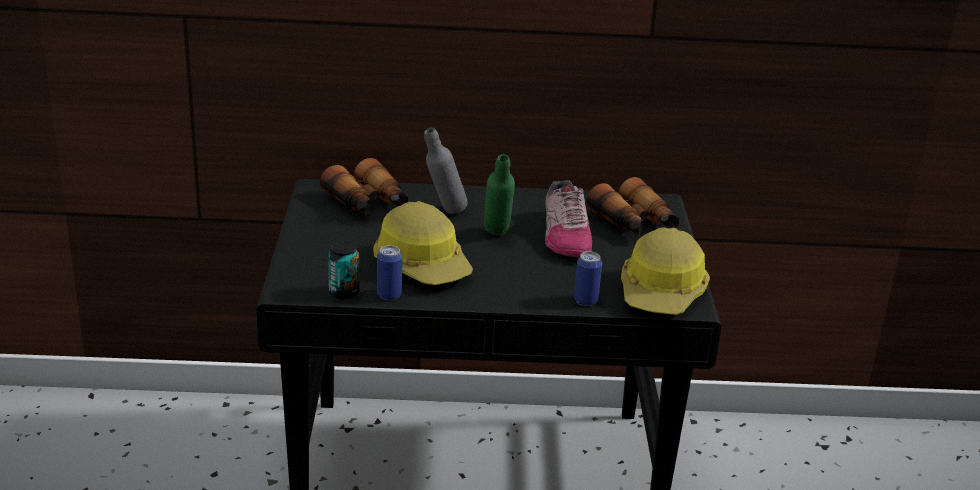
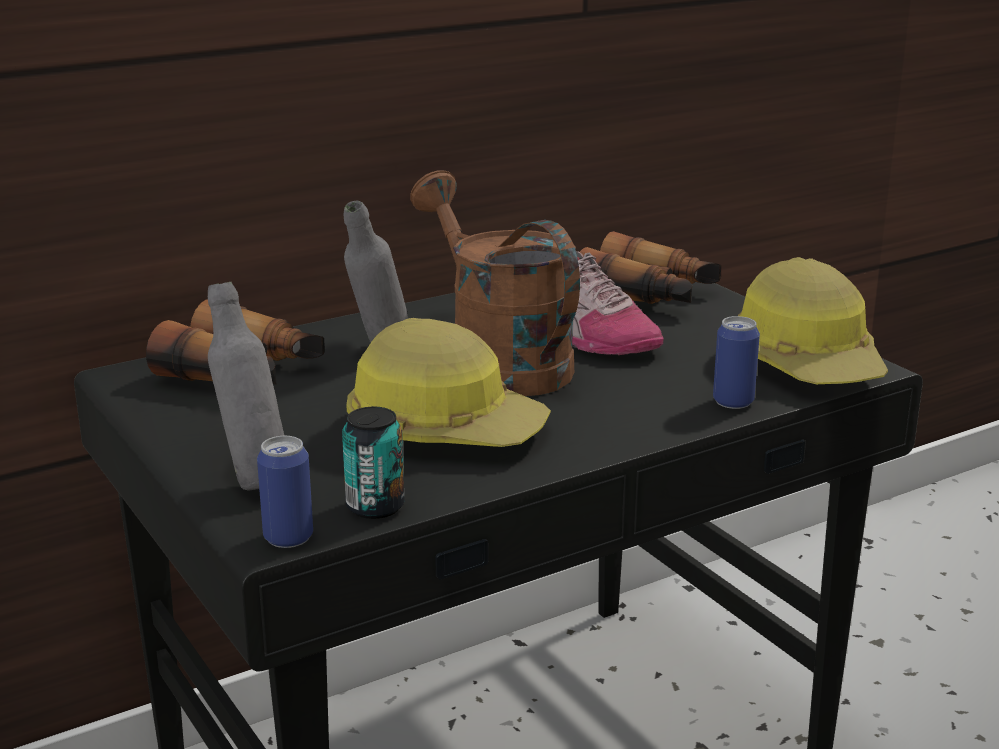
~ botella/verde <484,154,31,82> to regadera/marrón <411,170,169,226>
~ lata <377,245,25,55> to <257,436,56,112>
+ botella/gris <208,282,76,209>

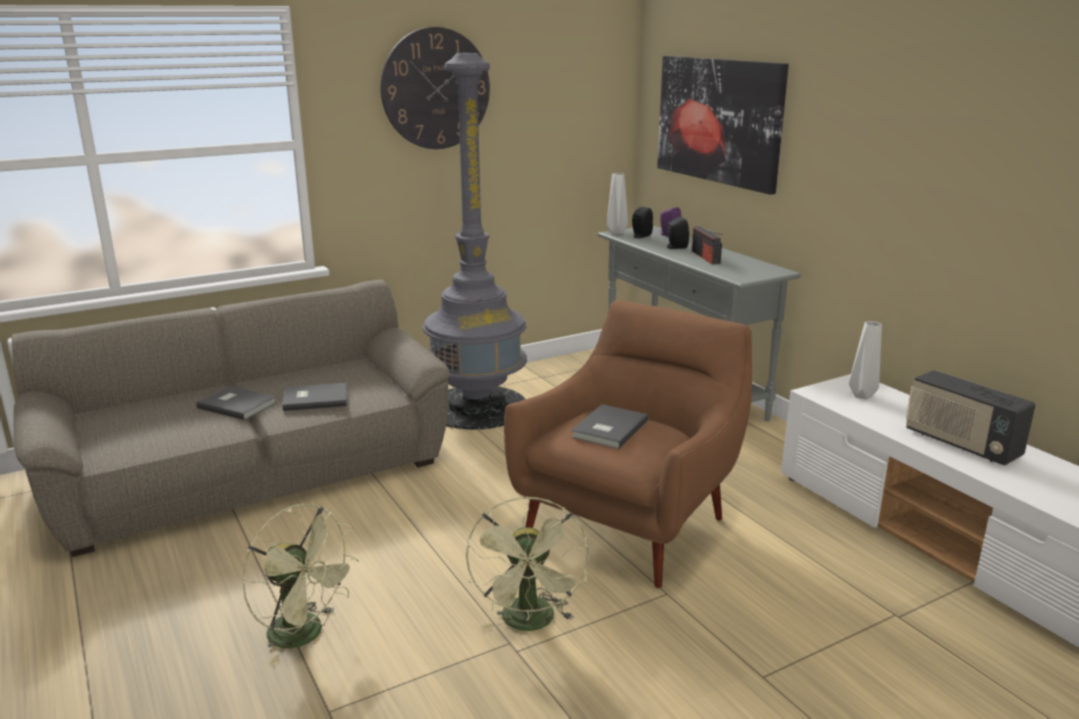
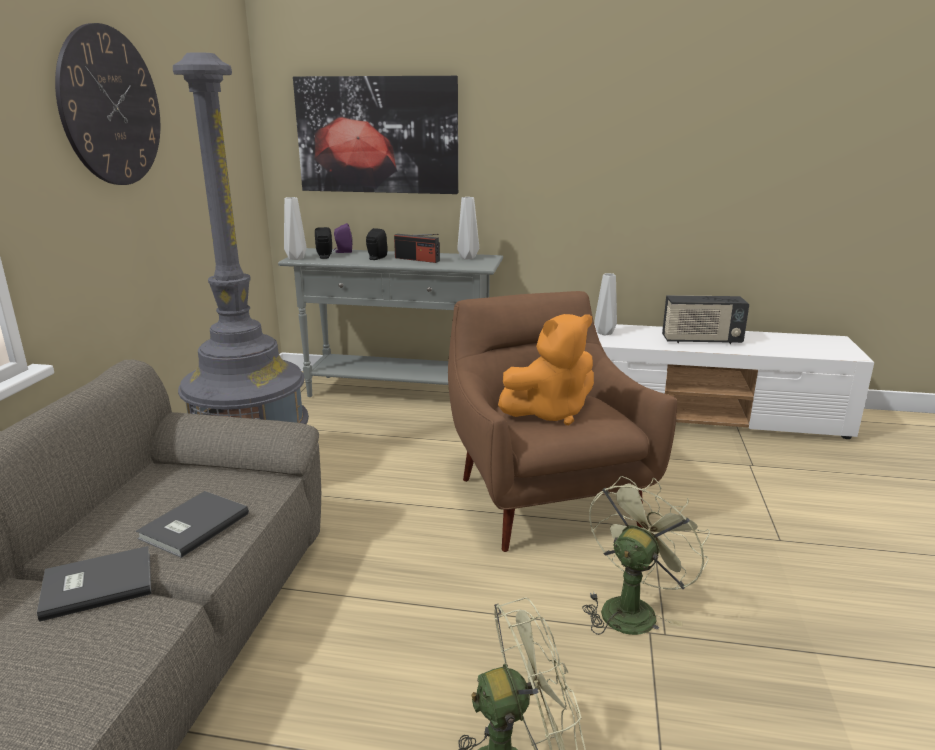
~ libro/gris <571,404,77,45> to peluche/naranja <498,314,96,111>
~ ventilador/verde <466,496,123,135> = <582,476,128,159> 90 degrees counterclockwise
+ florero/gris <457,197,22,62>

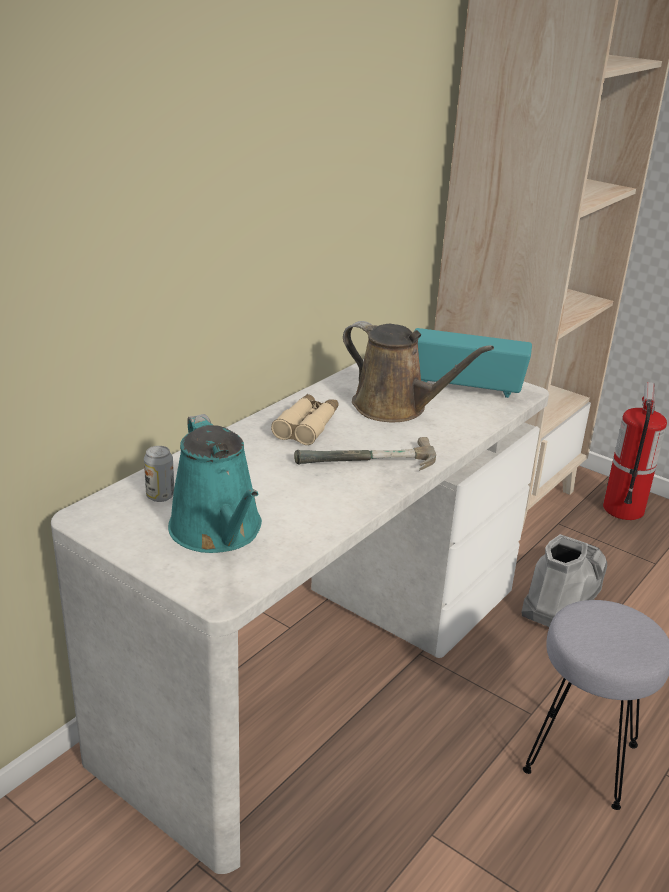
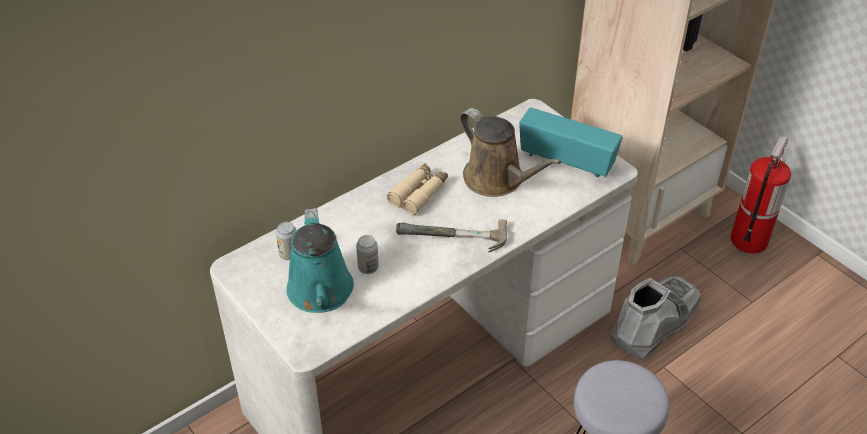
+ lata <356,235,23,39>

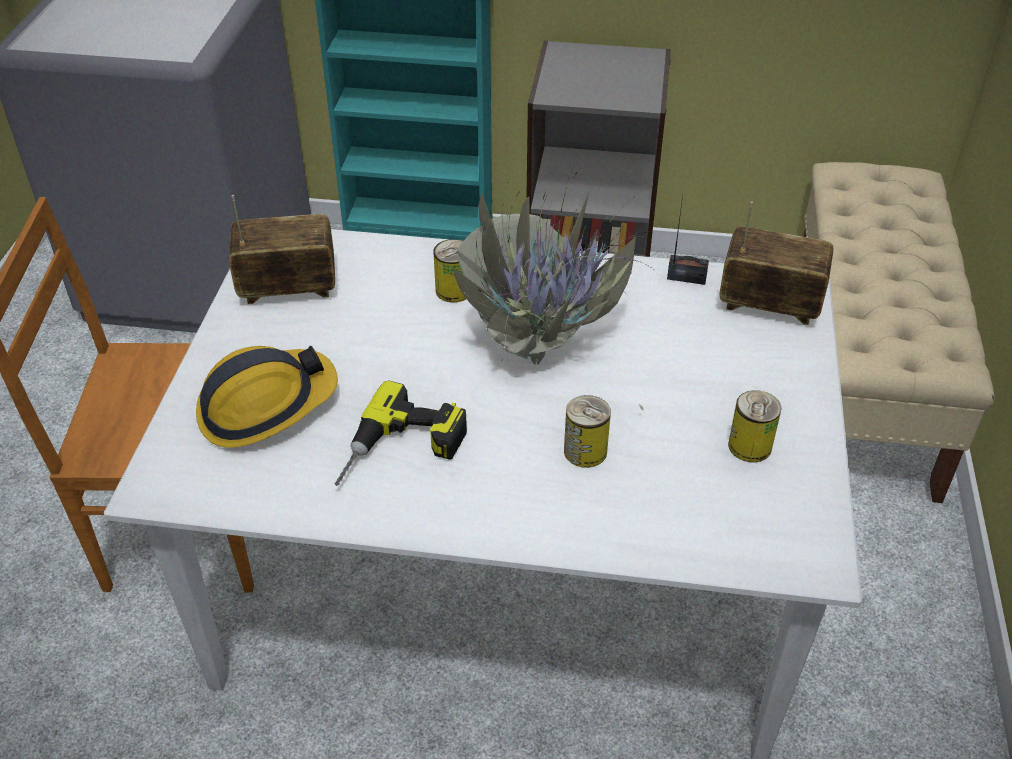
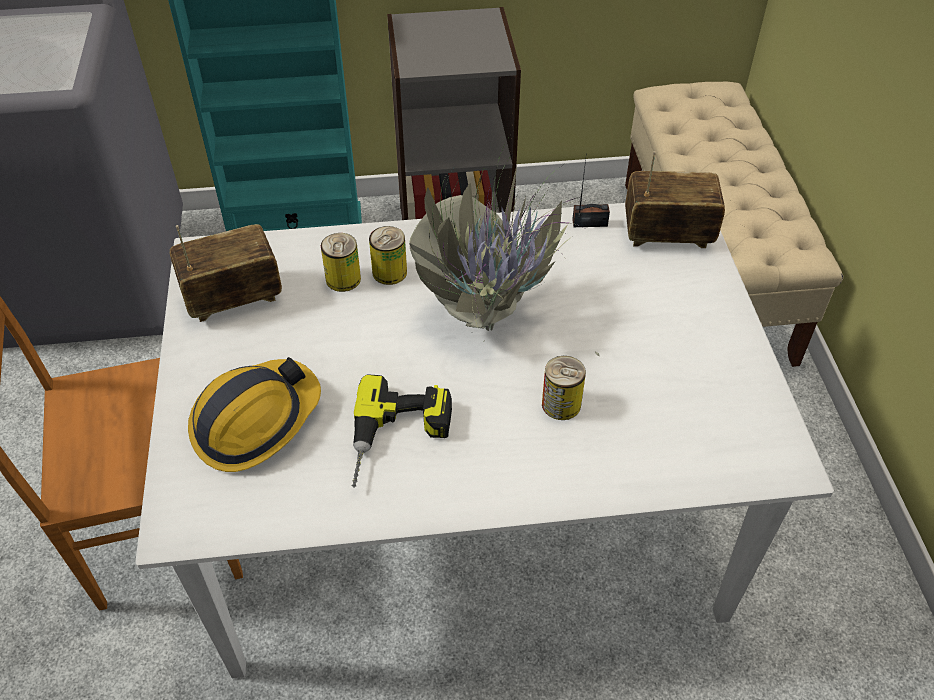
~ lata <728,390,53,72> to <321,233,40,59>

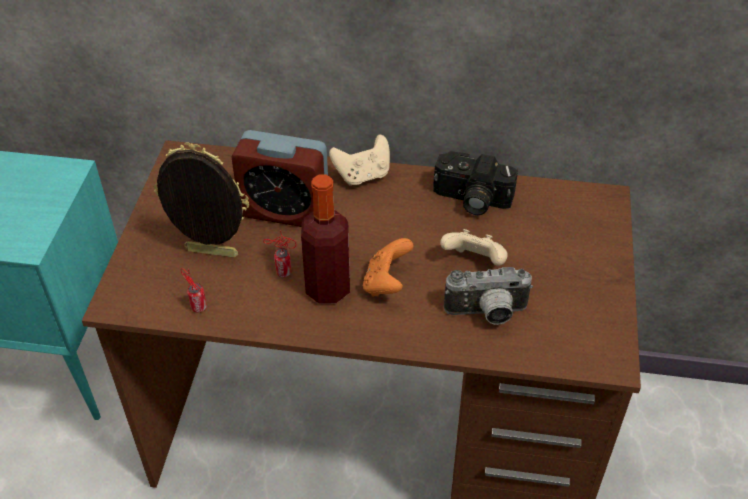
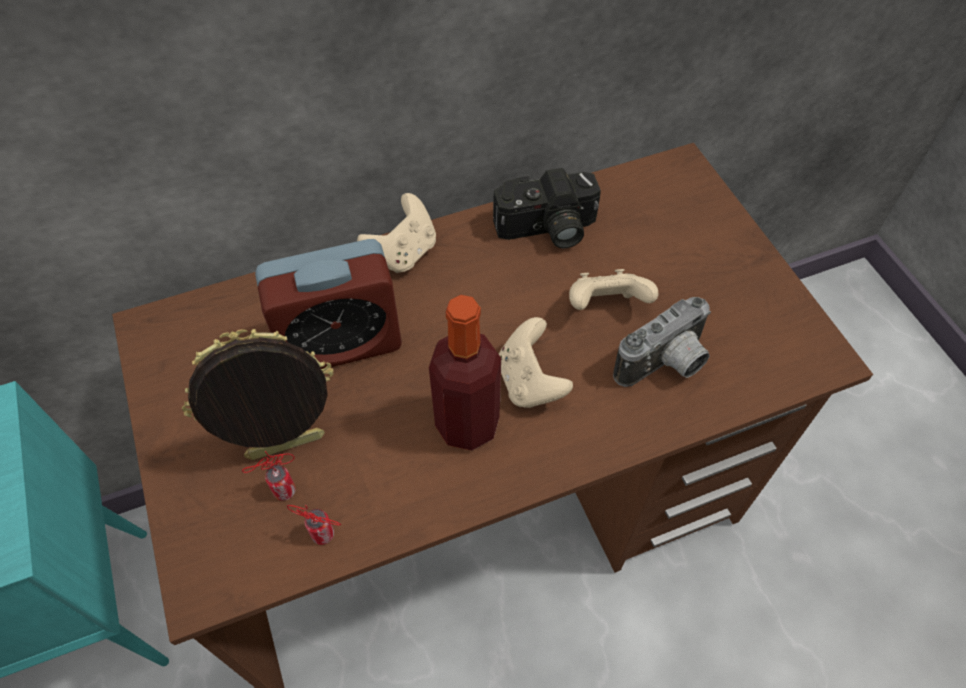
~ lata <263,230,33,47> to <242,451,54,50>
~ mando de consola/naranja <363,238,50,59> to mando de consola/beis <499,317,74,91>

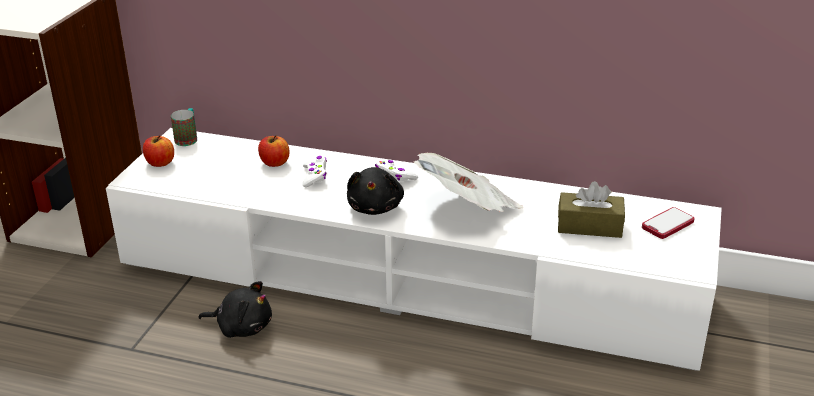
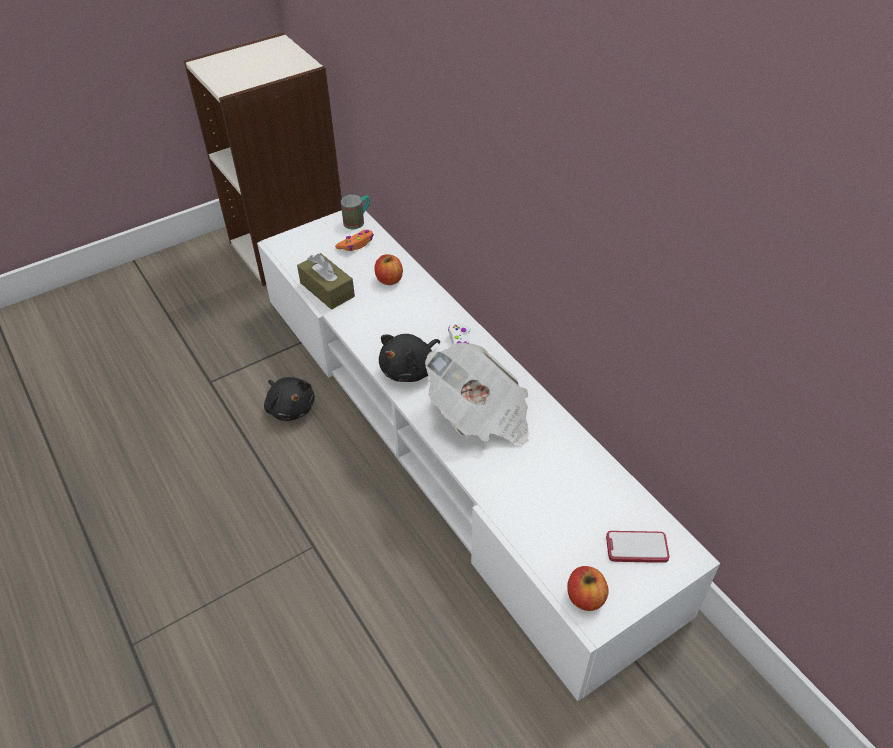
~ manzana <143,135,31,32> to <567,566,42,45>
- mando de consola/blanco <302,156,25,31>
~ caja de pañuelos/marrón <558,181,67,57> to <297,253,58,57>
+ mando de consola/naranja <335,229,39,22>

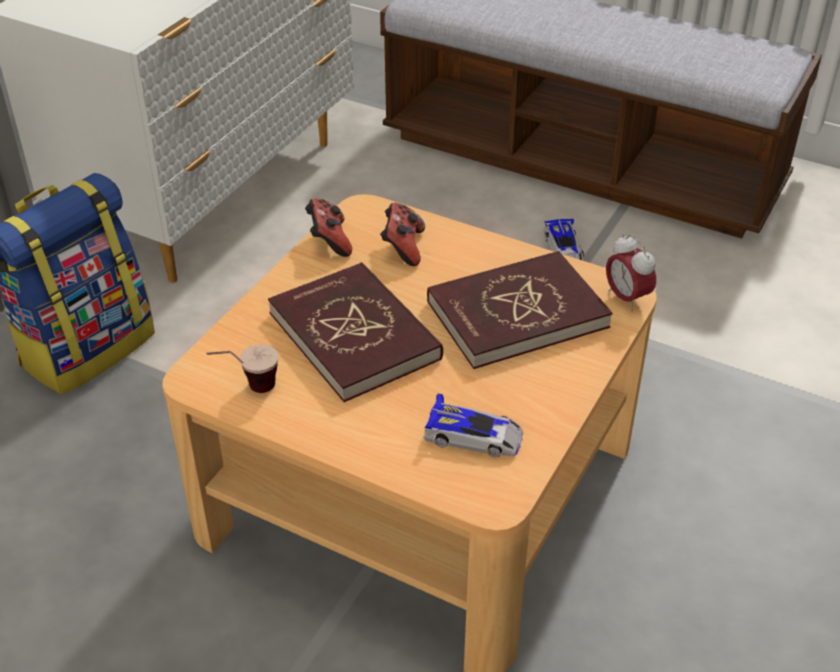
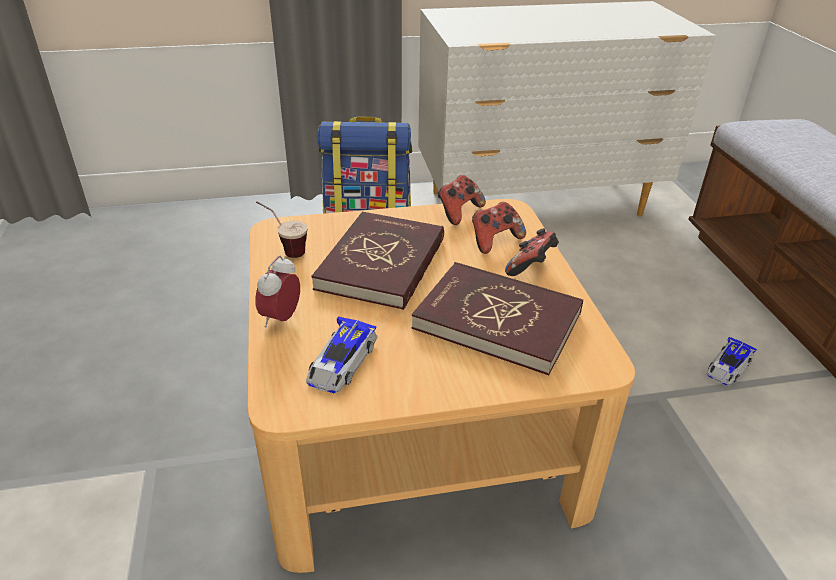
~ despertador <606,234,50,77> to <255,256,45,72>
~ coche de juguete <423,394,100,63> = <306,316,72,77> 45 degrees clockwise
+ mando de consola <505,228,54,48>

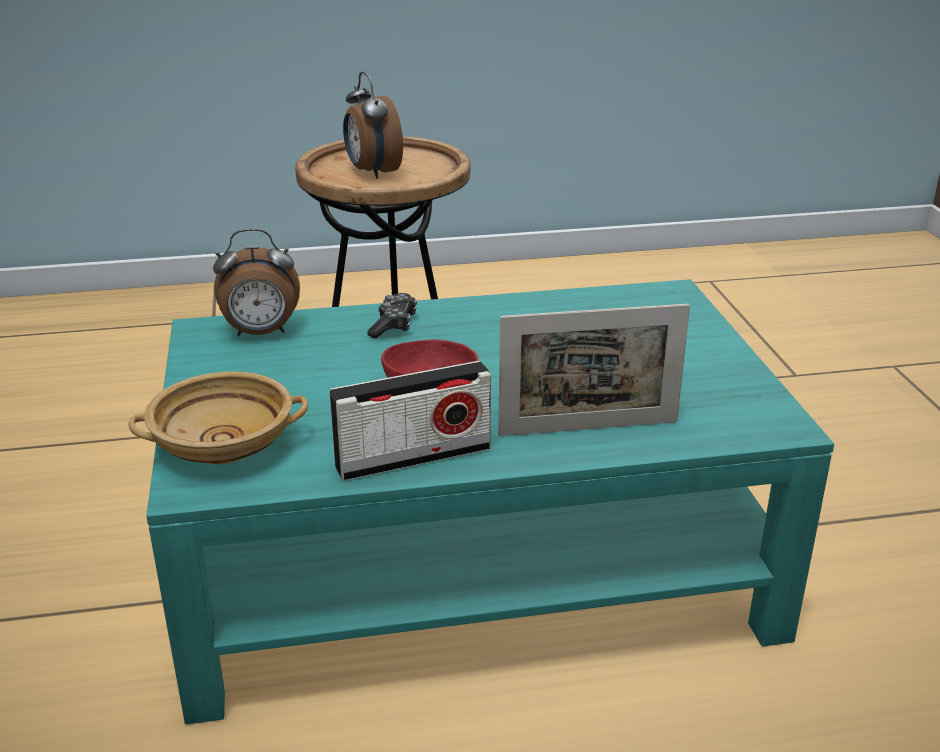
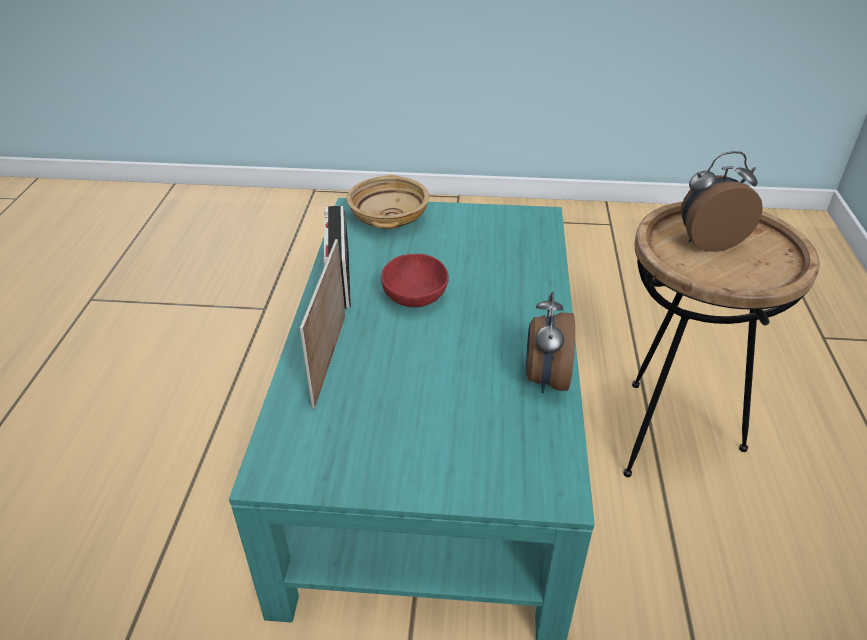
~ despertador <213,228,87,108> to <526,292,49,101>
- mando de consola <367,293,50,45>

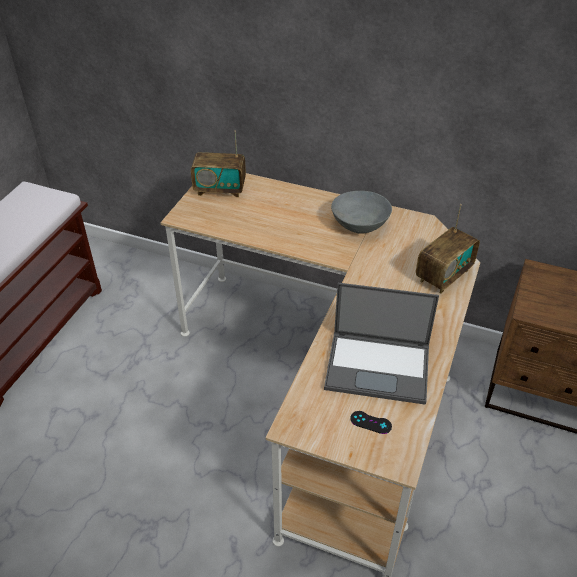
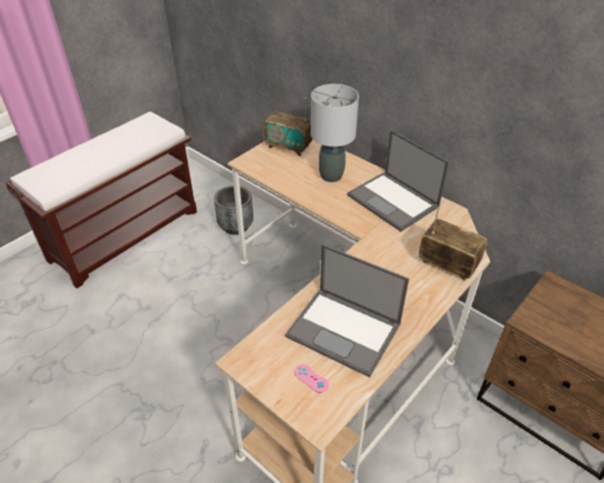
~ cuenco/gris <331,191,61,43> to portátil <347,130,102,102>
~ radio <416,204,64,90> = <418,207,69,74> 120 degrees counterclockwise
~ mando de consola/negro <350,411,42,23> to mando de consola/rosa <294,364,35,29>
+ lámpara de mesa/gris <311,84,48,98>
+ maceta/gris <214,186,39,49>

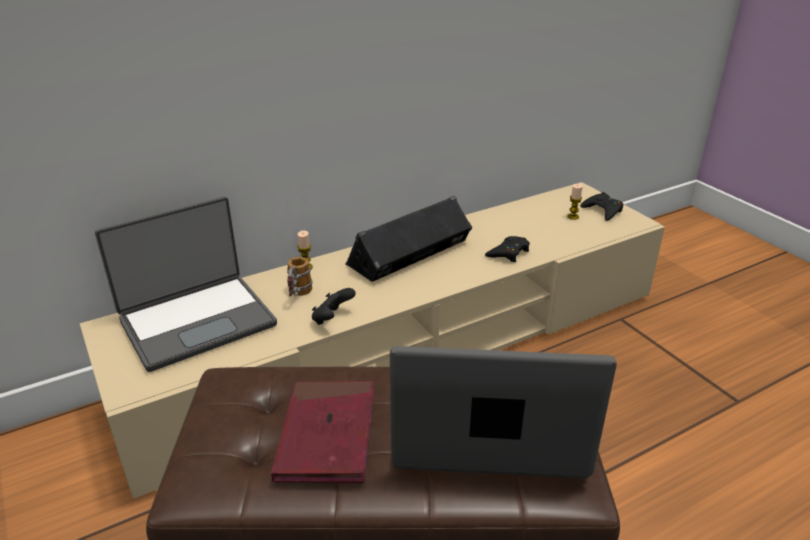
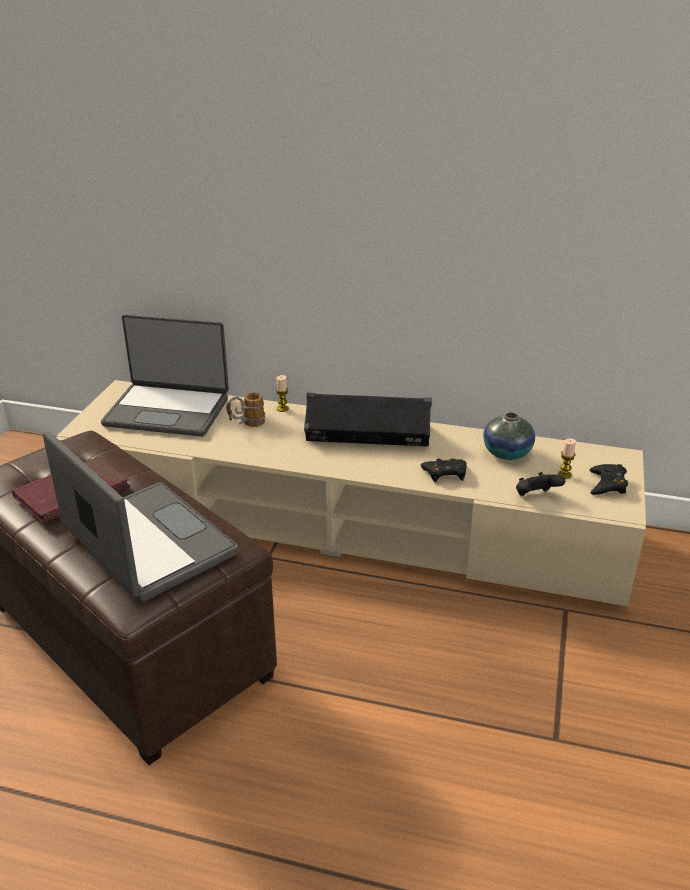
~ mando de consola/negro <312,288,44,37> to <516,472,49,24>
+ florero <483,412,52,48>

